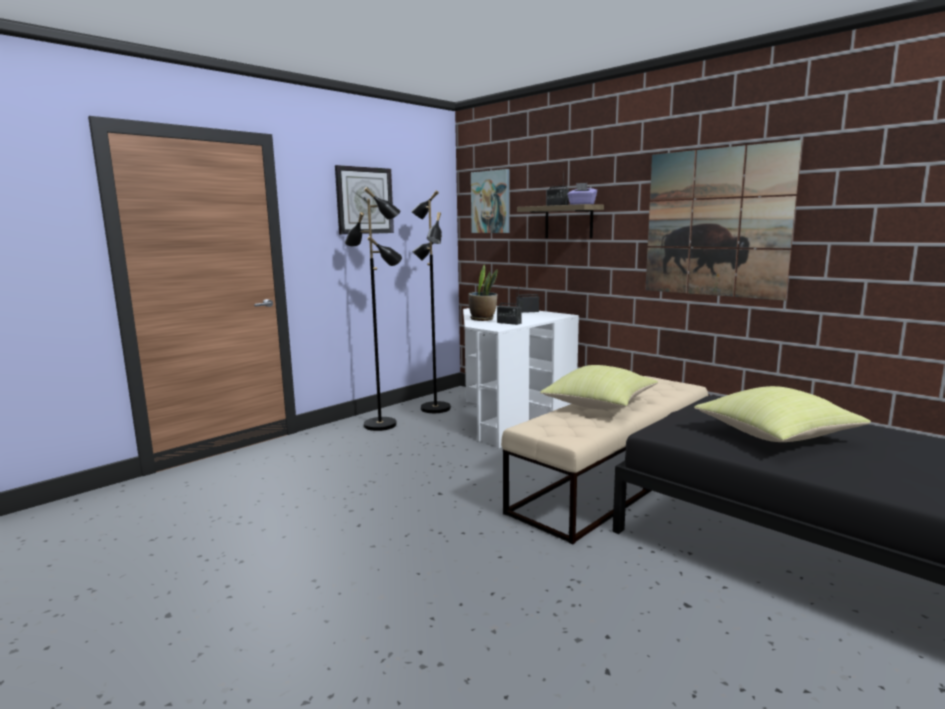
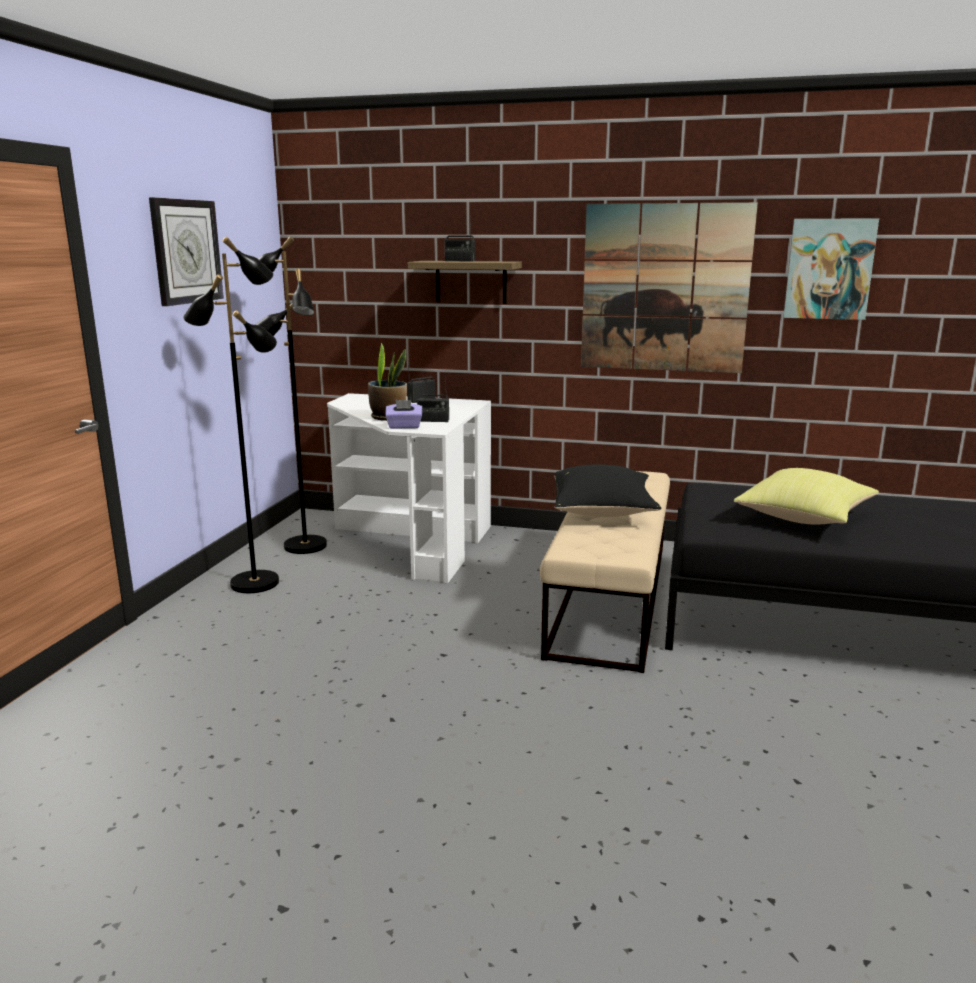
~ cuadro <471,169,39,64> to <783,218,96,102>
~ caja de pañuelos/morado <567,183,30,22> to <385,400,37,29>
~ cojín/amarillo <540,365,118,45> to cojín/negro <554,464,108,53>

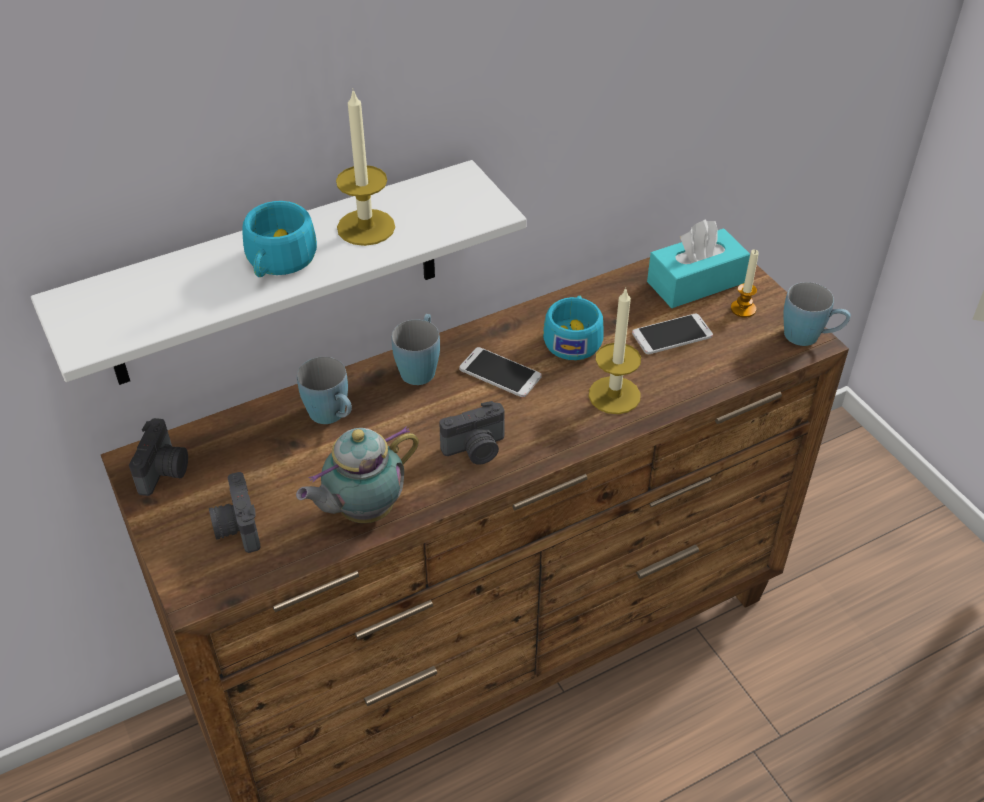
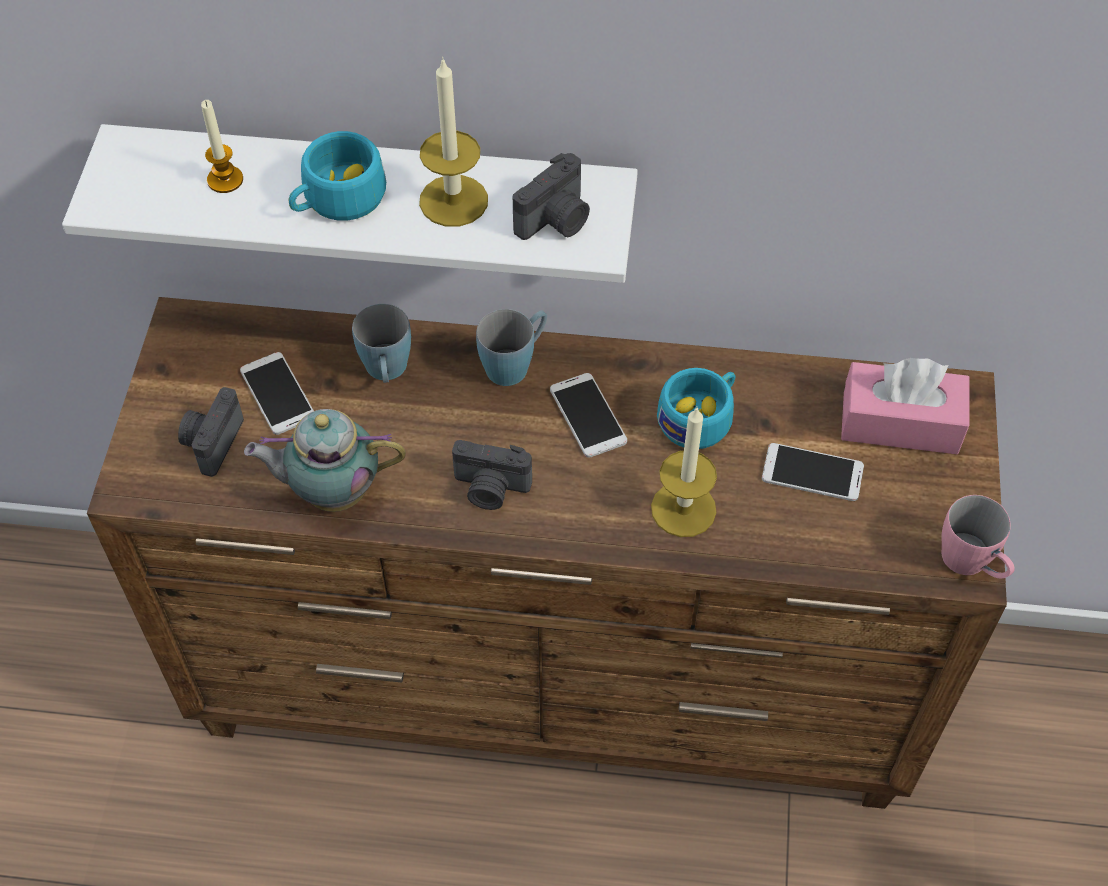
~ caja de pañuelos/turquesa <647,219,103,89> to caja de pañuelos/rosa <841,358,128,96>
~ vela <731,249,28,69> to <201,100,42,93>
~ taza grande/azul <783,282,68,64> to taza grande/rosa <942,495,73,84>
~ cámara <129,418,59,78> to <513,153,77,87>
+ móvil <240,352,74,83>

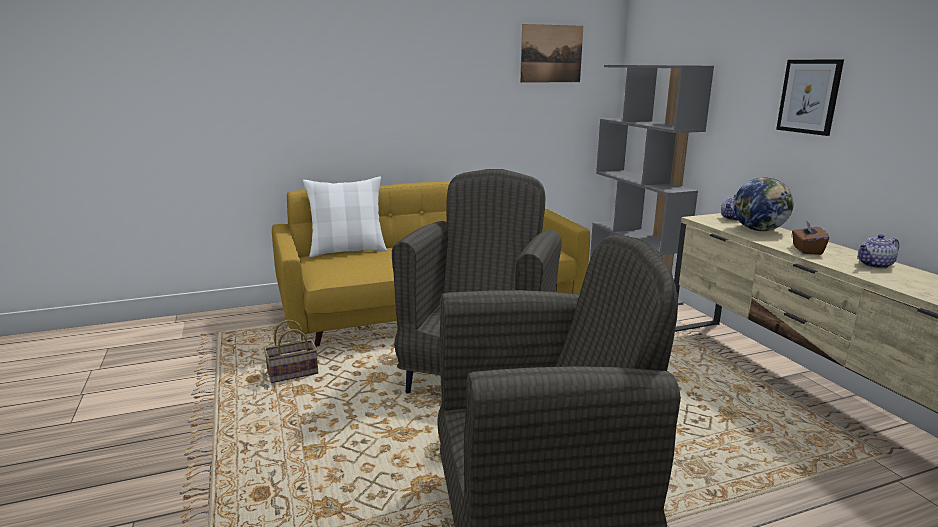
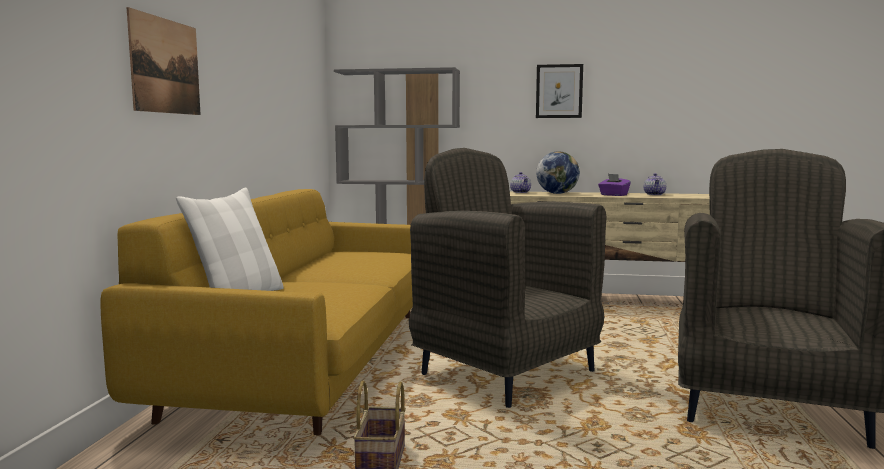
~ cuadro <520,24,63,59> to <127,7,74,108>
~ caja de pañuelos/marrón <792,220,37,35> to caja de pañuelos/morado <598,174,33,22>

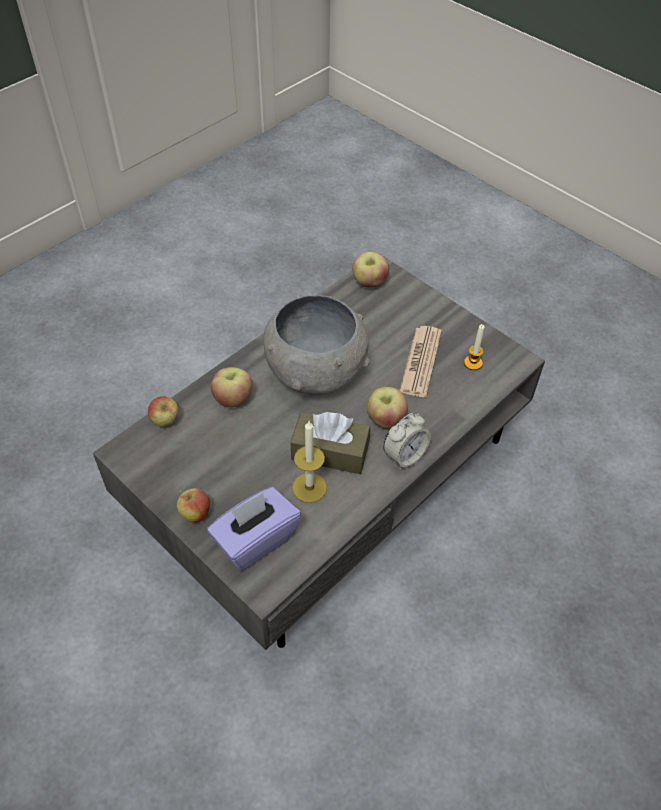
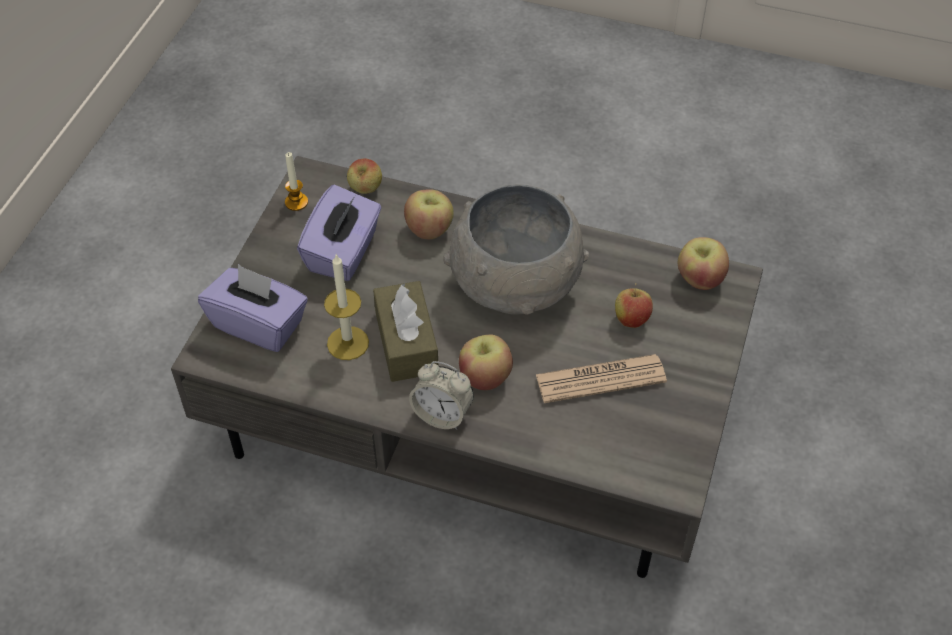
~ vela <464,324,20,46> to <285,152,23,59>
~ manzana <177,488,33,35> to <615,283,38,45>
+ caja de pañuelos/morado <297,185,85,96>

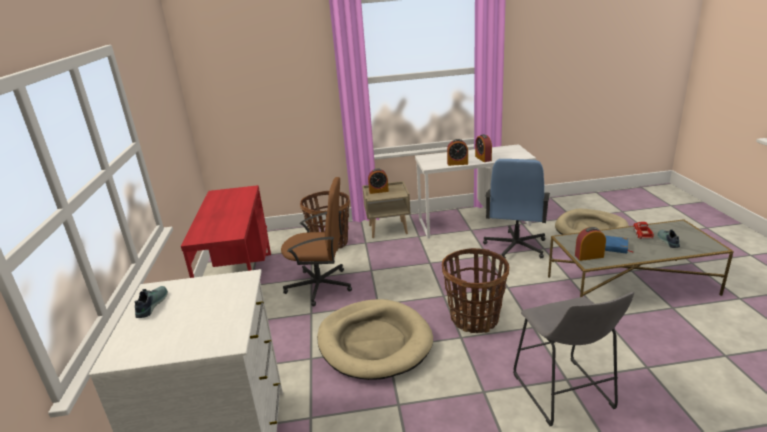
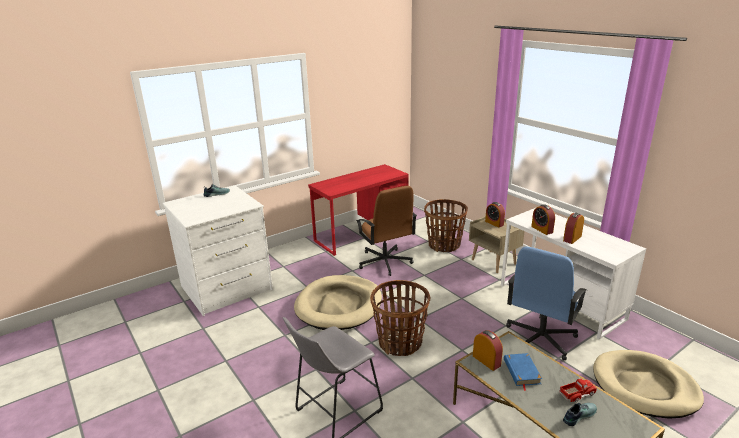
~ silla de oficina/azul <483,159,67,100> = <506,247,81,113> 45 degrees counterclockwise

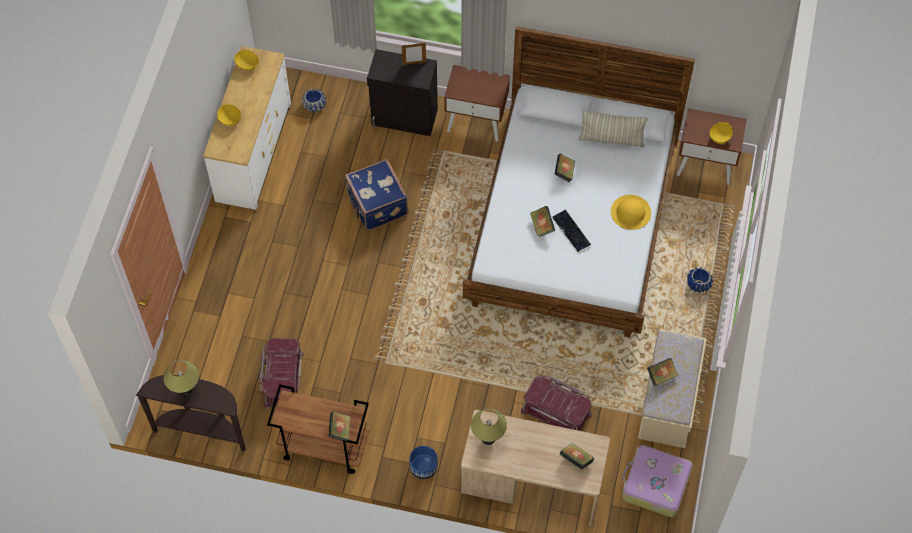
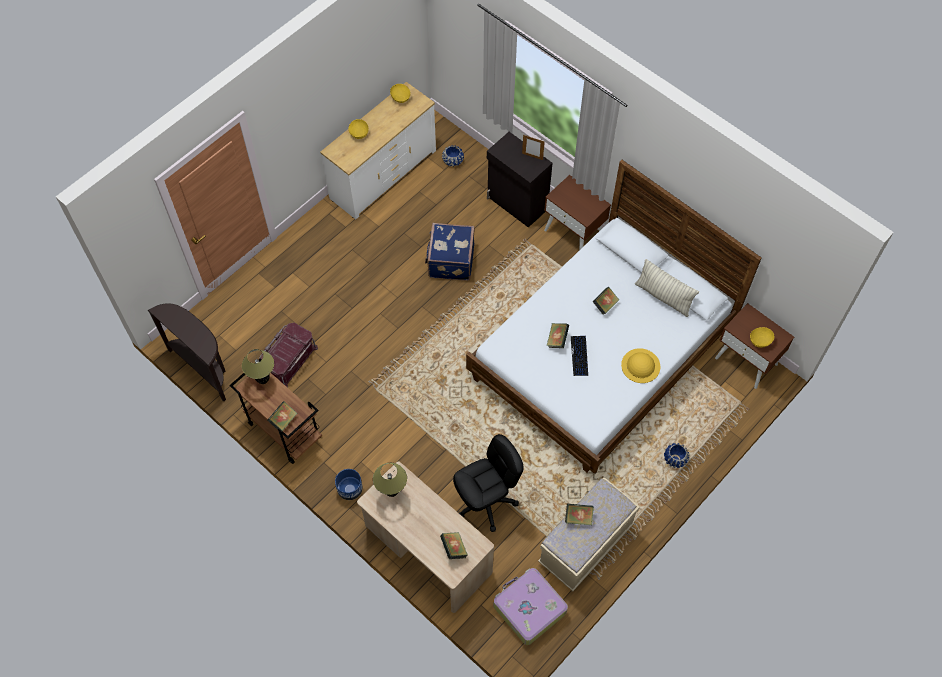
~ lámpara de mesa <163,360,36,37> to <242,349,32,35>
~ caja de almacenaje/rojo <521,375,71,56> to silla de oficina/negro <453,434,71,98>

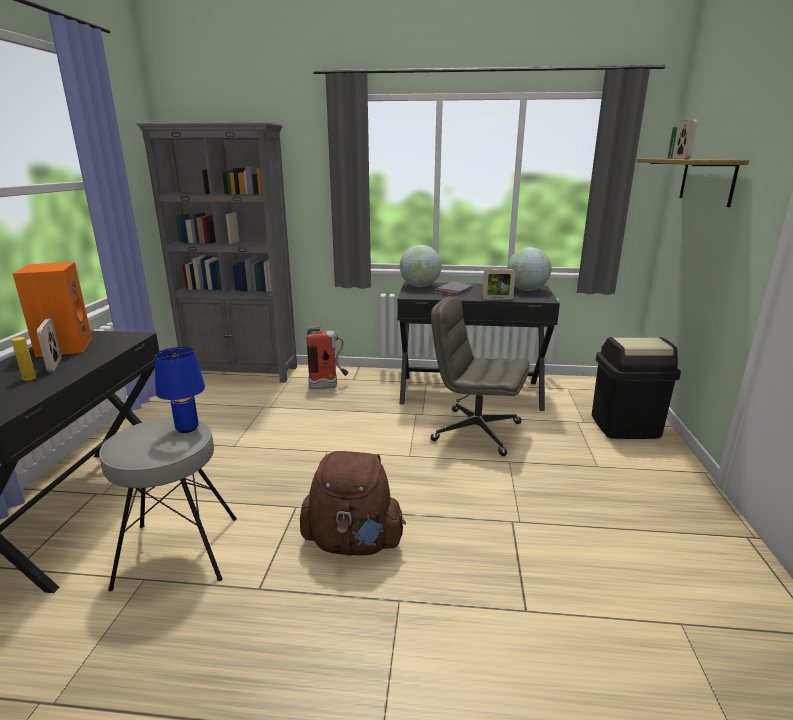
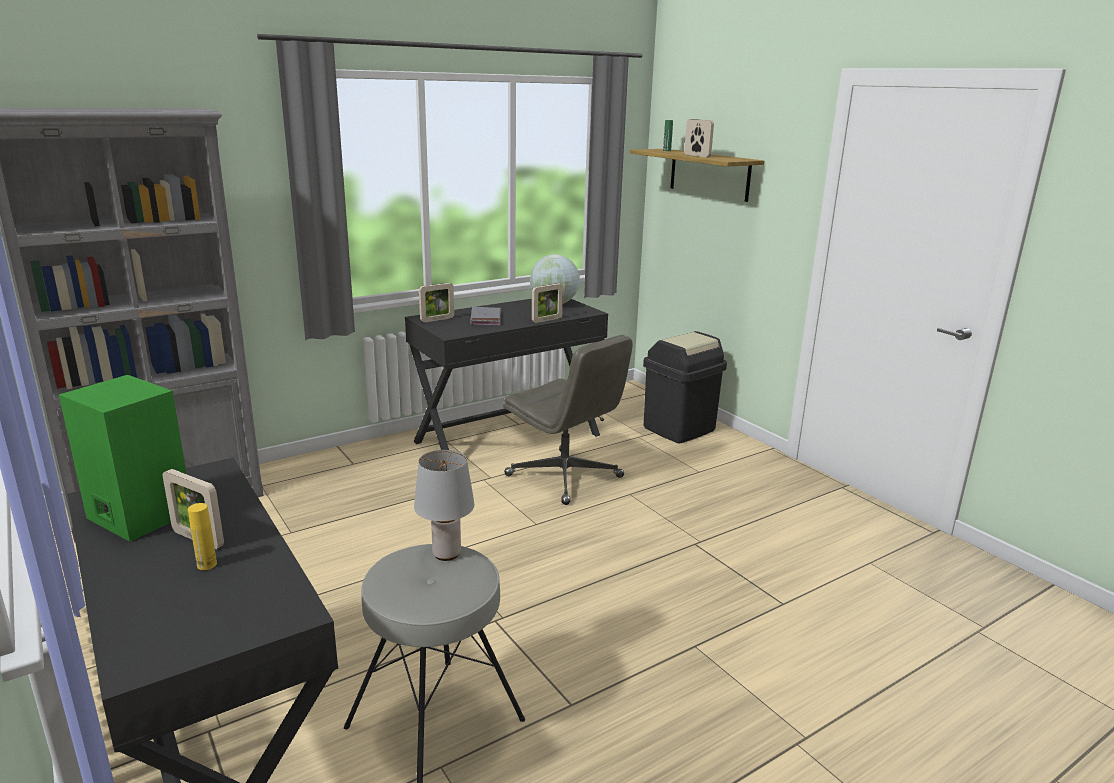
~ globo terráqueo <400,245,42,42> to portarretratos <419,283,35,39>
~ altavoz/naranja <13,262,79,95> to altavoz/verde <59,375,128,167>
~ silla de oficina/gris <430,296,100,160> = <503,335,130,170> 120 degrees counterclockwise
- extintor <307,325,41,64>
~ lámpara de mesa/azul <155,347,50,86> to lámpara de mesa/gris <414,450,60,111>
- mochila/marrón <300,451,106,105>

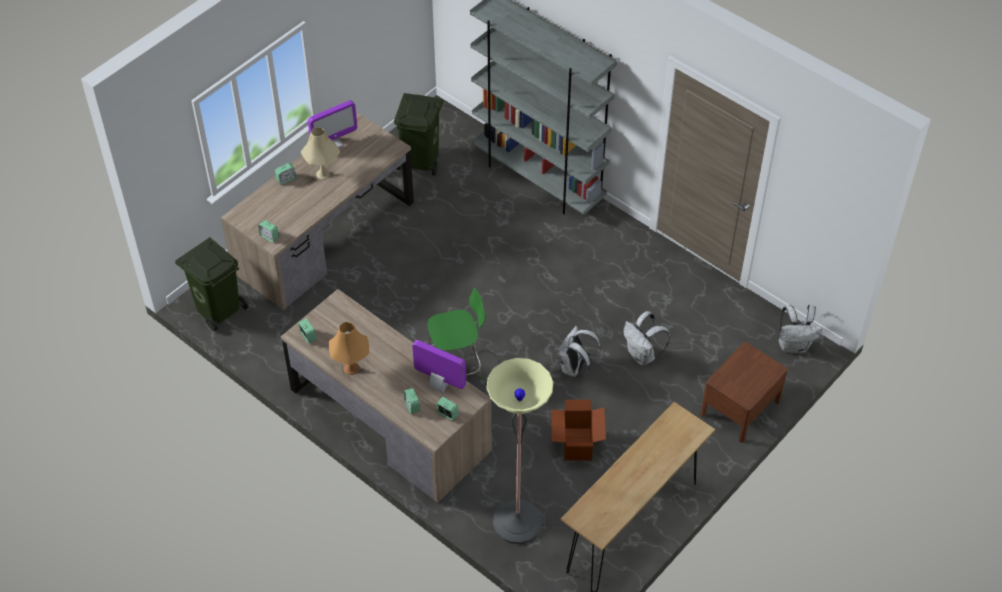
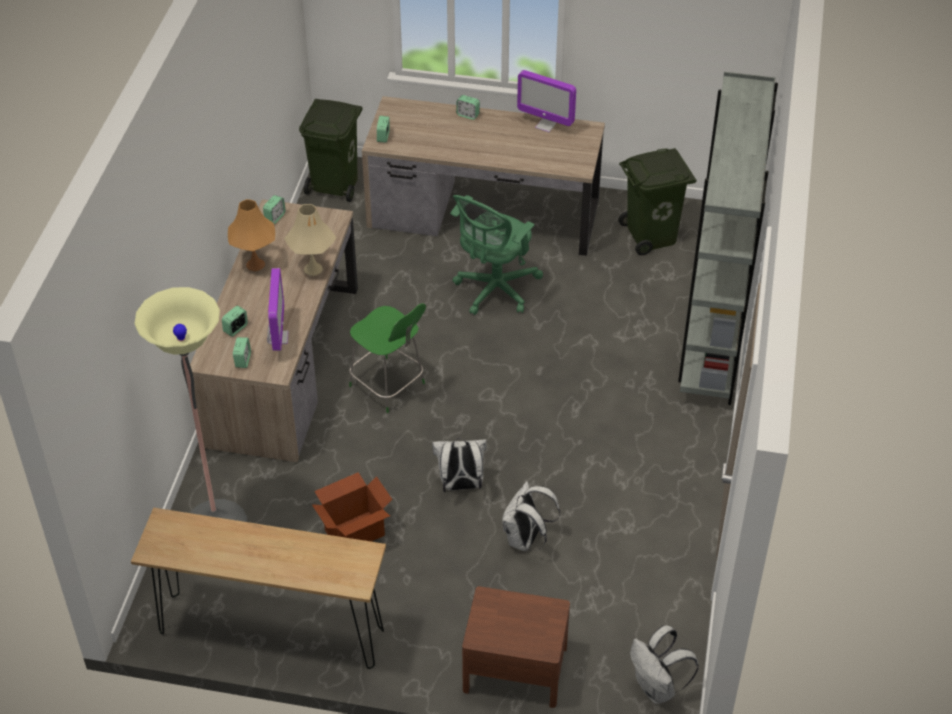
~ lámpara de mesa/beis <301,127,39,52> to <284,204,52,72>
+ silla de oficina/verde <450,195,93,120>

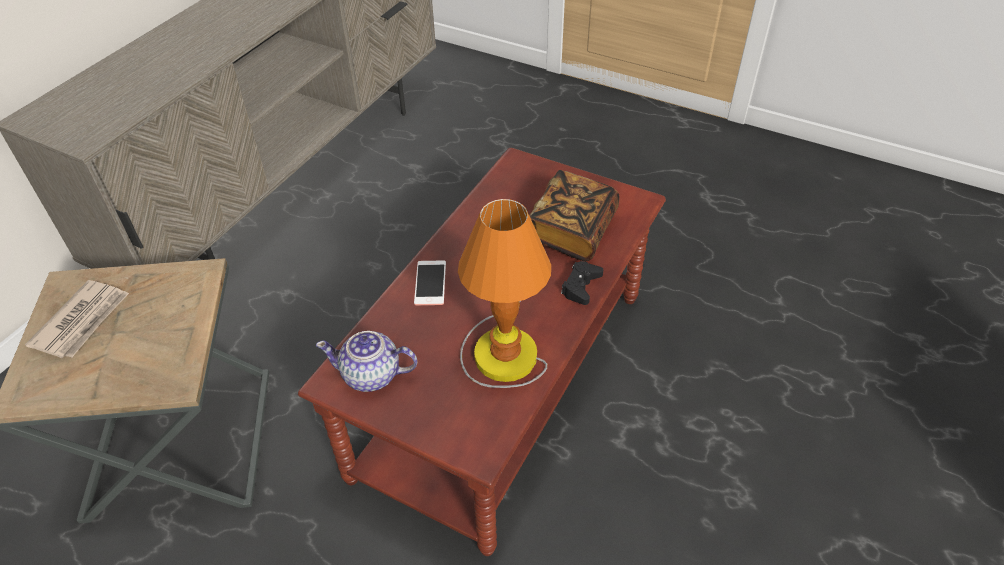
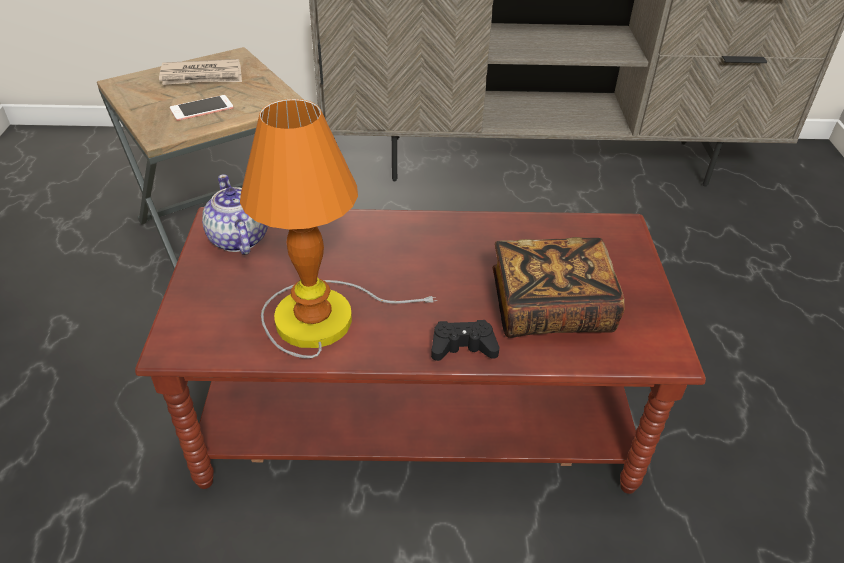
~ móvil <414,261,32,44> to <170,95,64,26>

